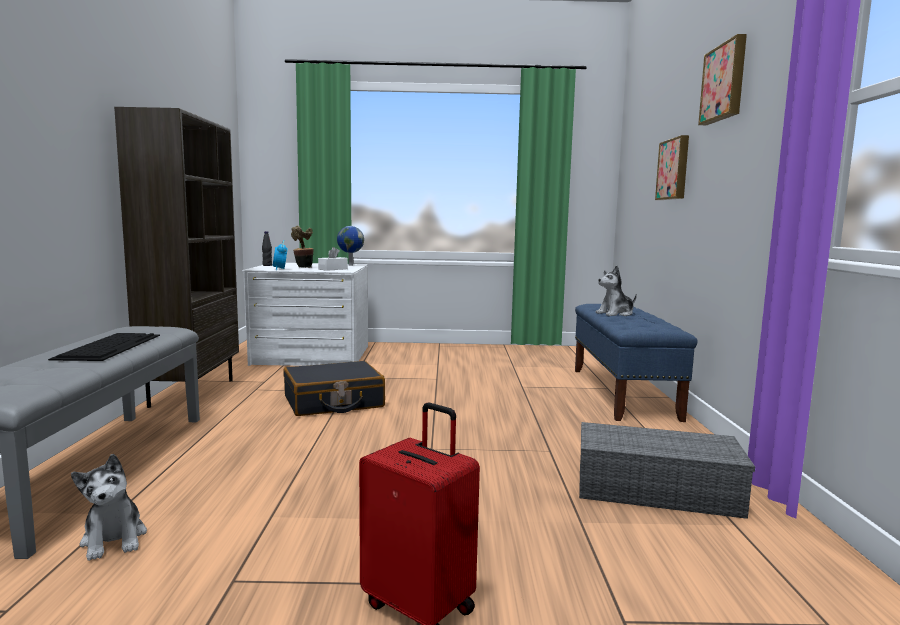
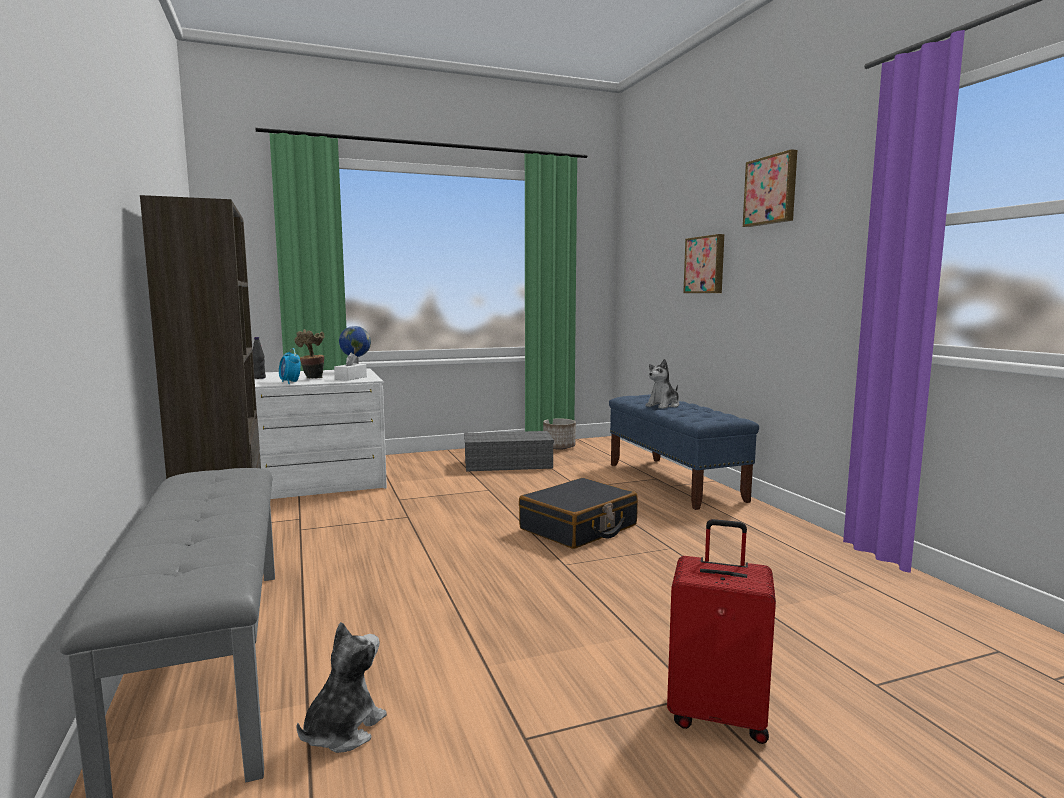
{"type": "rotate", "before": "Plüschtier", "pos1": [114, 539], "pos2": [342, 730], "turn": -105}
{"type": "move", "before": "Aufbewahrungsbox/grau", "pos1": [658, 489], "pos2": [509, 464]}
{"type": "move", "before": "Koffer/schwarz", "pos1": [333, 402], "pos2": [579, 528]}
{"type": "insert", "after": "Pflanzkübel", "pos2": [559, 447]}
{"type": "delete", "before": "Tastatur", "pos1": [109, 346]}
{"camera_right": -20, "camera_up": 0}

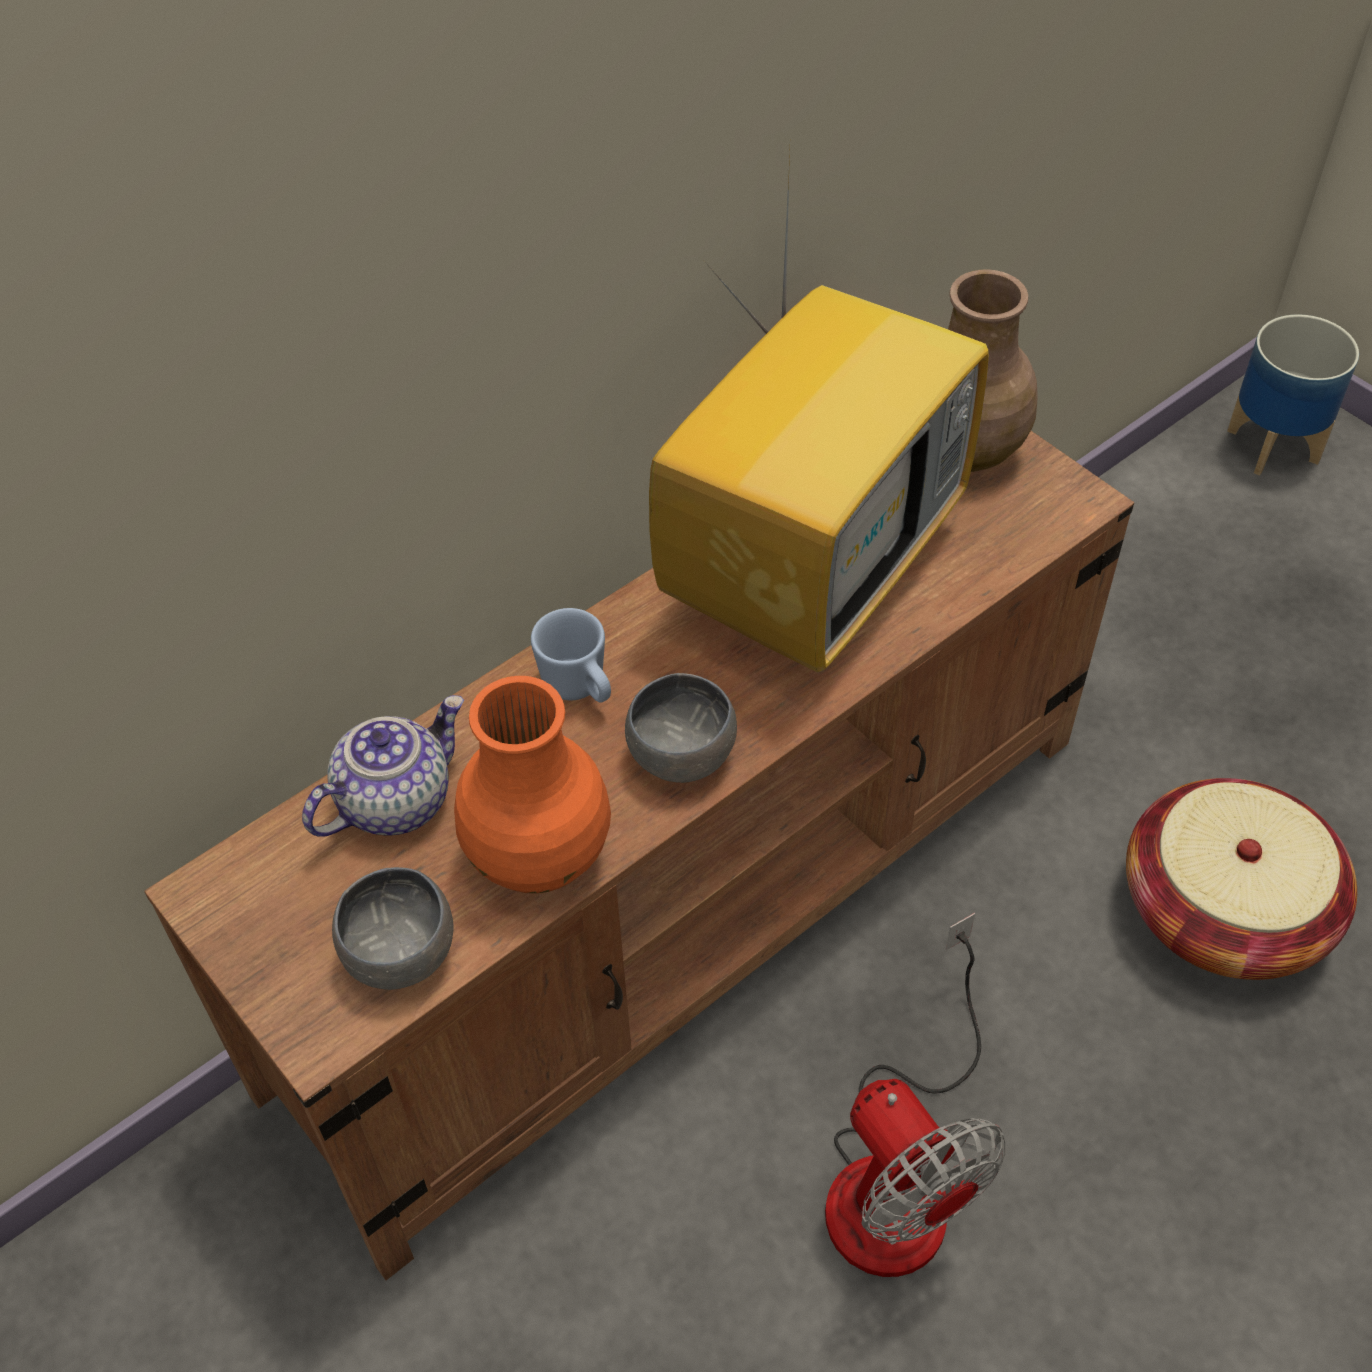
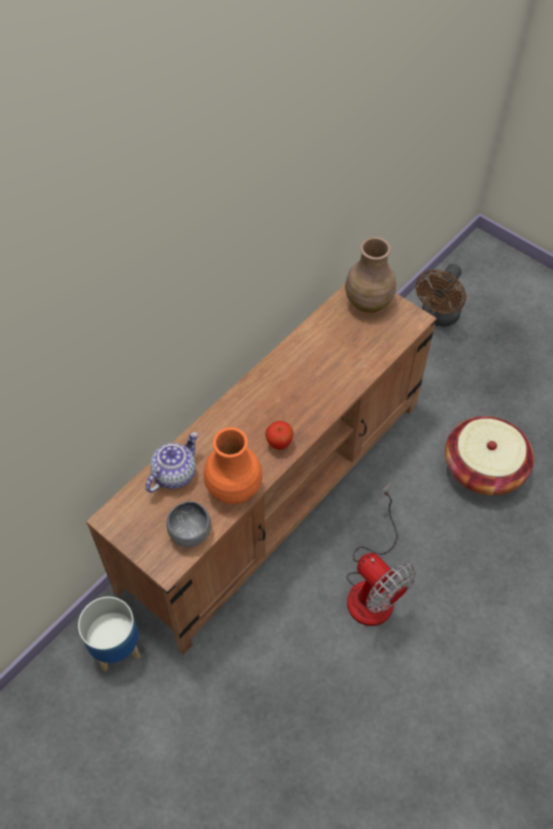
{"type": "move", "before": "Pflanzkübel", "pos1": [1271, 446], "pos2": [116, 648]}
{"type": "replace", "before": "Schüssel/grau", "after": "Apfel", "pos1": [678, 759], "pos2": [279, 444]}
{"type": "insert", "after": "Ventilator/braun", "pos2": [438, 317]}
{"type": "delete", "before": "Henkelbecher/blau", "pos1": [580, 689]}
{"type": "delete", "before": "Fernseher", "pos1": [812, 567]}
{"camera_right": -10, "camera_up": 5}

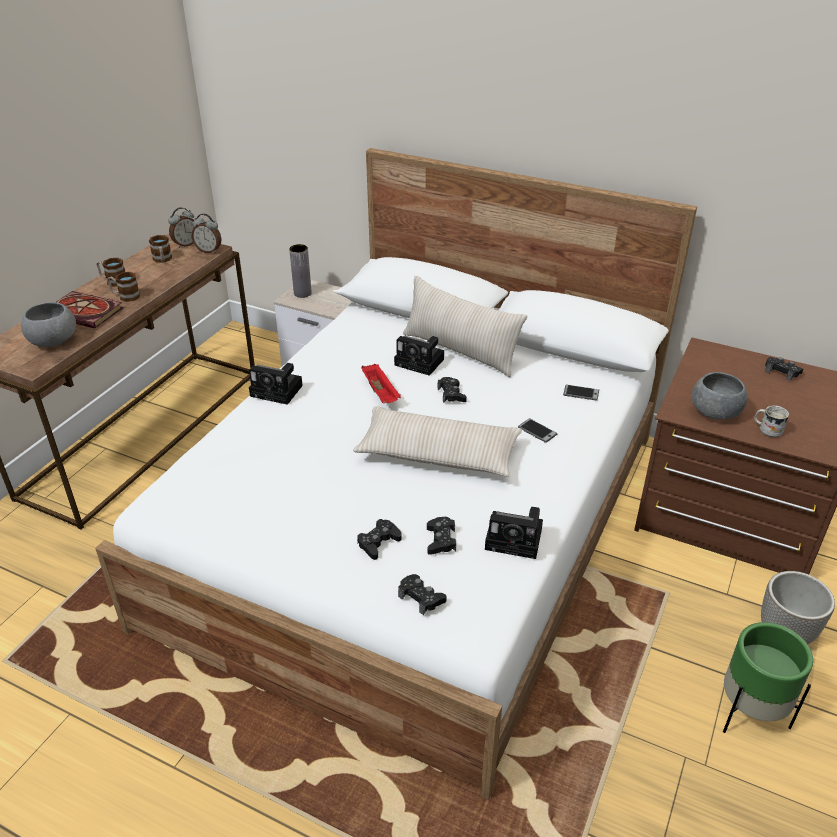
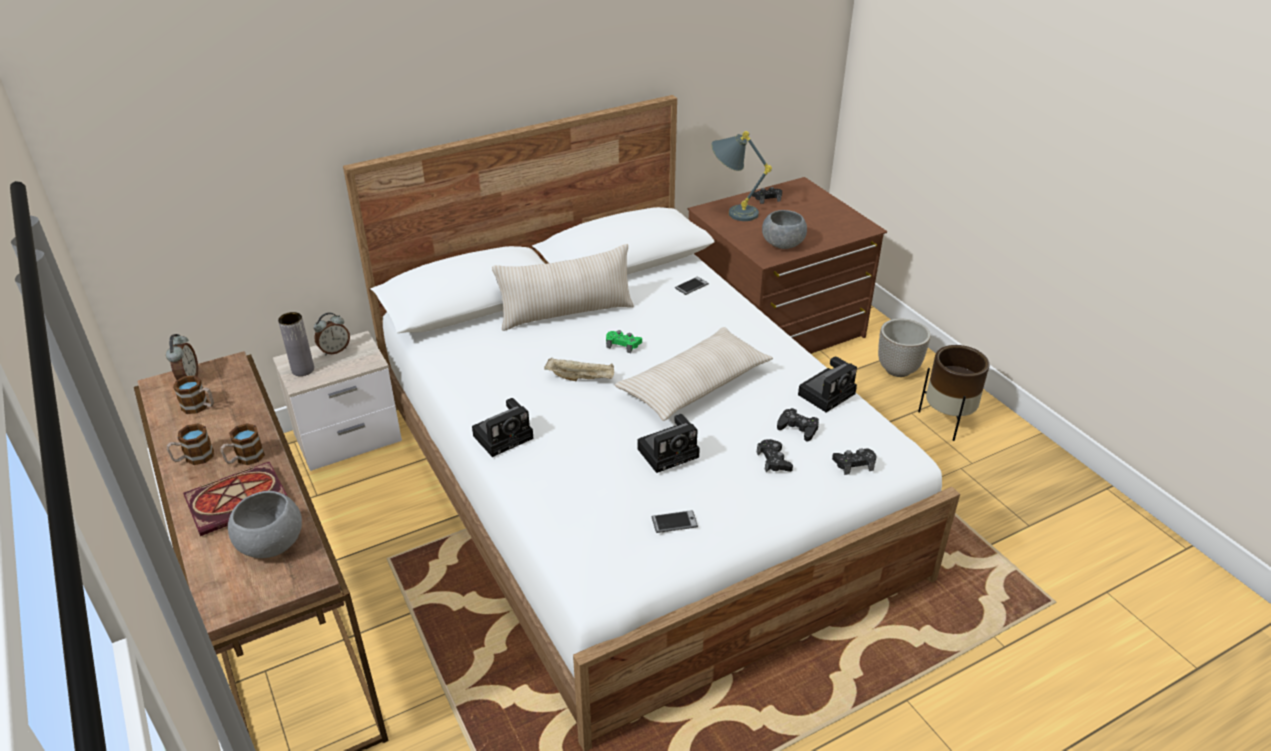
{"type": "move", "before": "Wecker", "pos1": [209, 250], "pos2": [334, 350]}
{"type": "recolor", "before": "Tablett/rot", "after": "Tablett/beige", "pos1": [381, 393], "pos2": [581, 378]}
{"type": "recolor", "before": "Gamepad/schwarz", "after": "Gamepad/grün", "pos1": [451, 394], "pos2": [623, 344]}
{"type": "move", "before": "Kamera", "pos1": [421, 362], "pos2": [670, 452]}
{"type": "move", "before": "Handy", "pos1": [537, 431], "pos2": [674, 522]}
{"type": "insert", "after": "Tischlampe/grau", "pos2": [732, 212]}
{"type": "recolor", "before": "Pflanzkübel/grün", "after": "Pflanzkübel/braun", "pos1": [750, 713], "pos2": [947, 421]}
{"type": "delete", "before": "Henkelbecher/weiß", "pos1": [767, 429]}
{"camera_right": -55, "camera_up": 0}

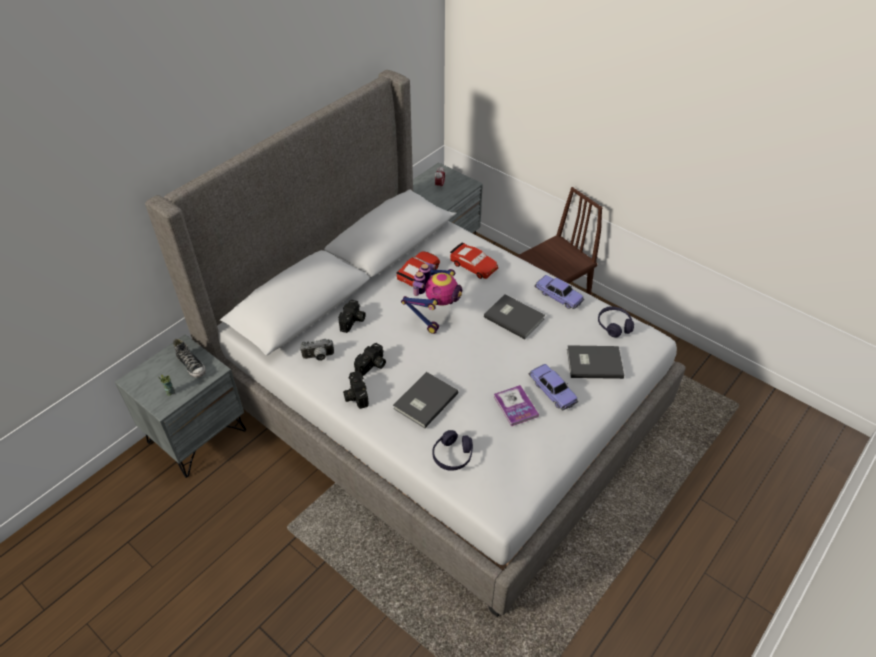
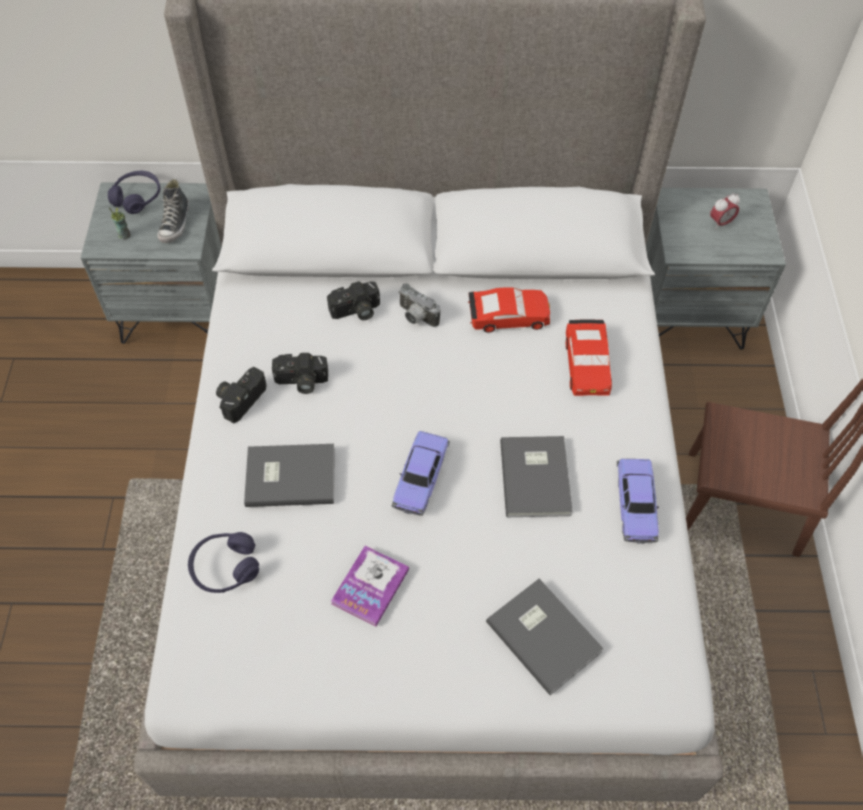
{"type": "move", "before": "Kopfhörer/lila", "pos1": [614, 325], "pos2": [137, 198]}
{"type": "move", "before": "Spielzeugauto", "pos1": [552, 391], "pos2": [420, 478]}
{"type": "move", "before": "Kamera", "pos1": [318, 357], "pos2": [415, 317]}
{"type": "delete", "before": "Spielzeugroboter", "pos1": [434, 313]}
{"camera_right": 50, "camera_up": 10}

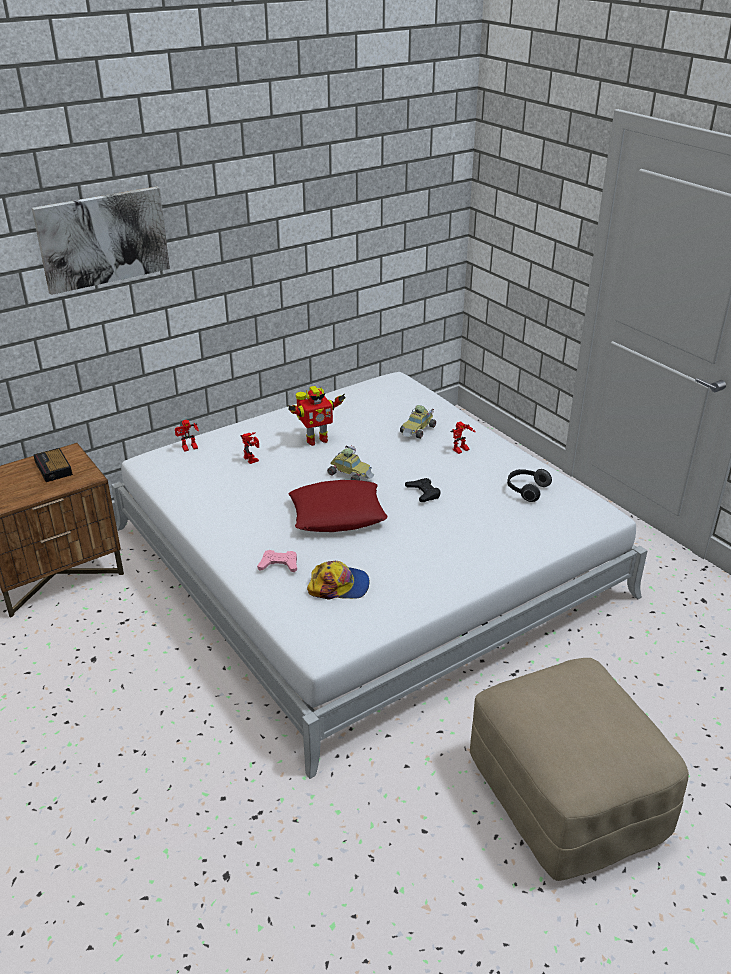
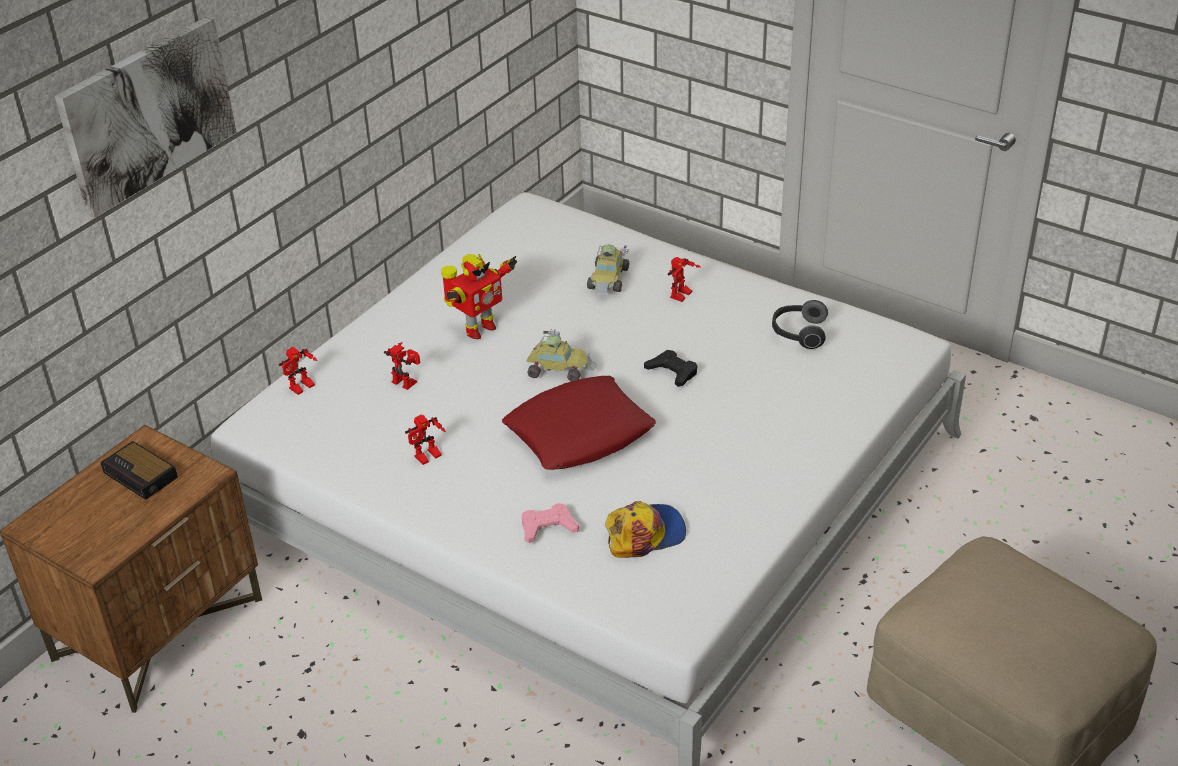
{"type": "insert", "after": "Spielzeugroboter", "pos2": [428, 458]}
{"camera_right": -20, "camera_up": 5}

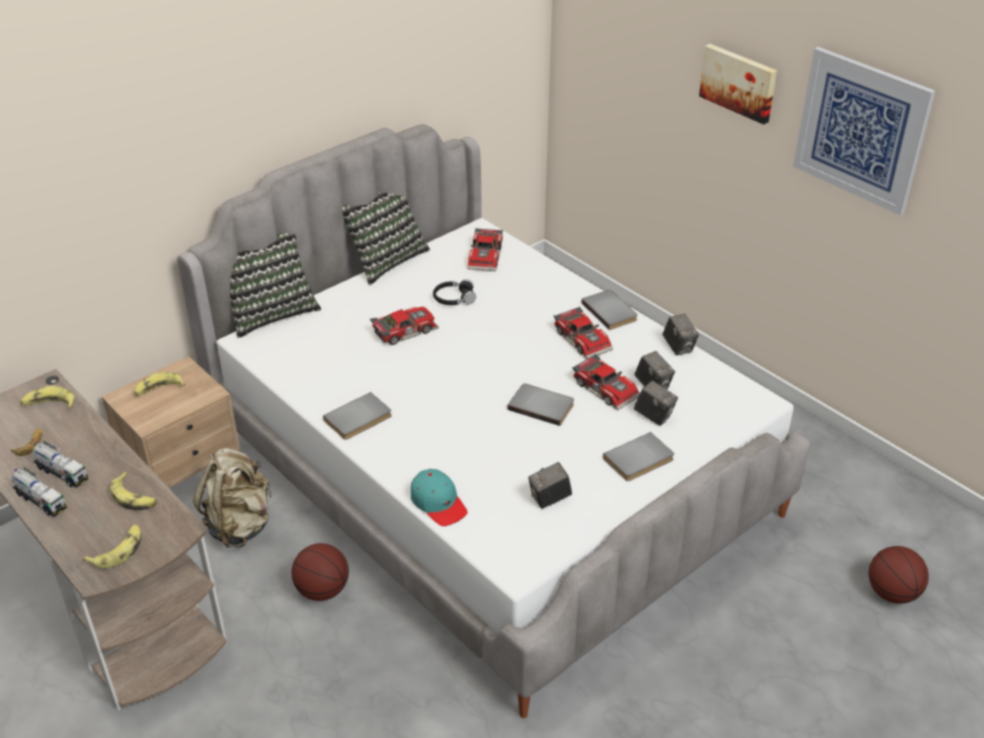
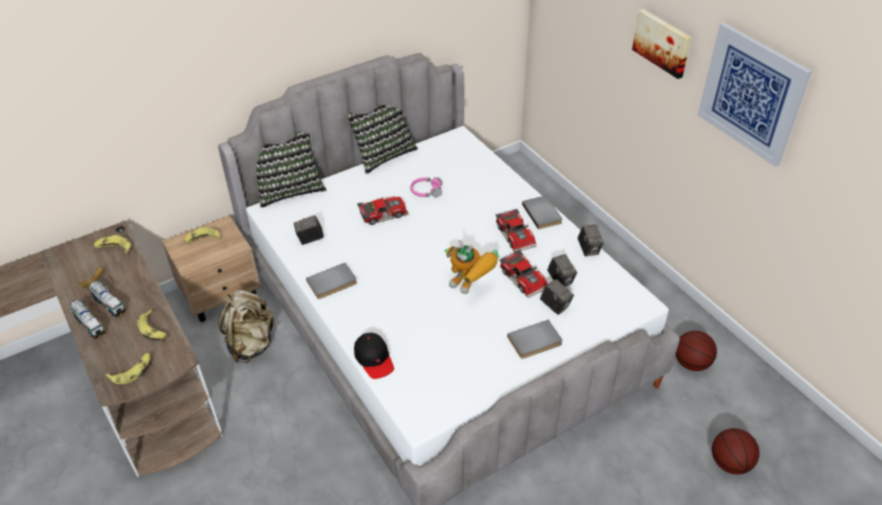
{"type": "move", "before": "Kamera", "pos1": [549, 499], "pos2": [310, 239]}
{"type": "recolor", "before": "Kappe/türkis", "after": "Kappe/schwarz", "pos1": [438, 503], "pos2": [374, 359]}
{"type": "recolor", "before": "Kopfhörer/schwarz", "after": "Kopfhörer/rosa", "pos1": [454, 299], "pos2": [426, 191]}
{"type": "replace", "before": "Buch/grau", "after": "Spielzeugroboter", "pos1": [542, 405], "pos2": [471, 287]}
{"type": "move", "before": "Basketball", "pos1": [322, 590], "pos2": [691, 363]}
{"type": "delete", "before": "Spielzeugauto", "pos1": [487, 256]}
{"camera_right": 10, "camera_up": 5}

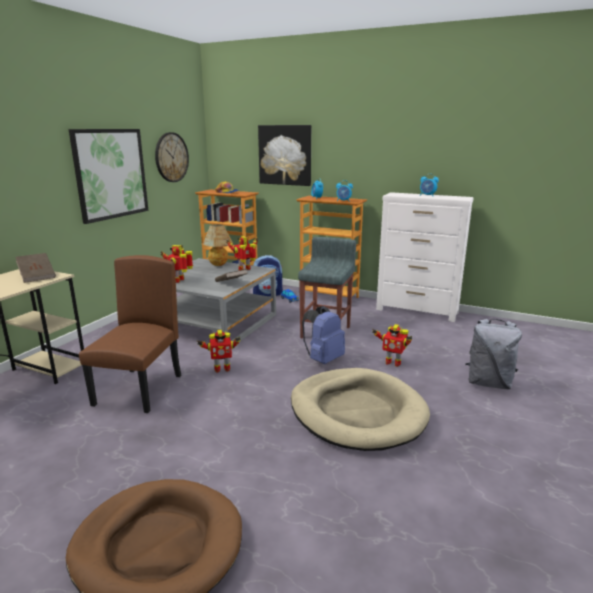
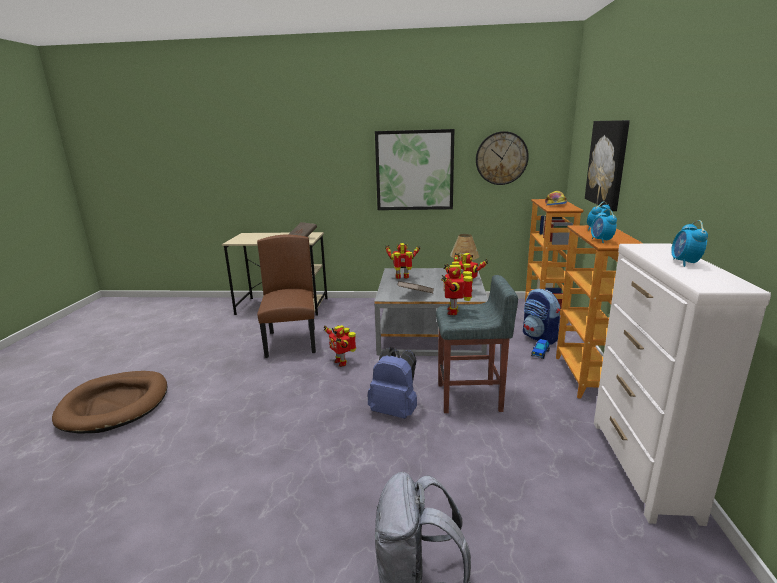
{"type": "rotate", "before": "Stuhl/braun", "pos1": [139, 390], "pos2": [292, 342], "turn": -90}
{"type": "move", "before": "Spielzeugroboter", "pos1": [392, 362], "pos2": [454, 311]}
{"type": "delete", "before": "Hundebett/beige", "pos1": [357, 412]}
{"camera_right": 70, "camera_up": 0}

